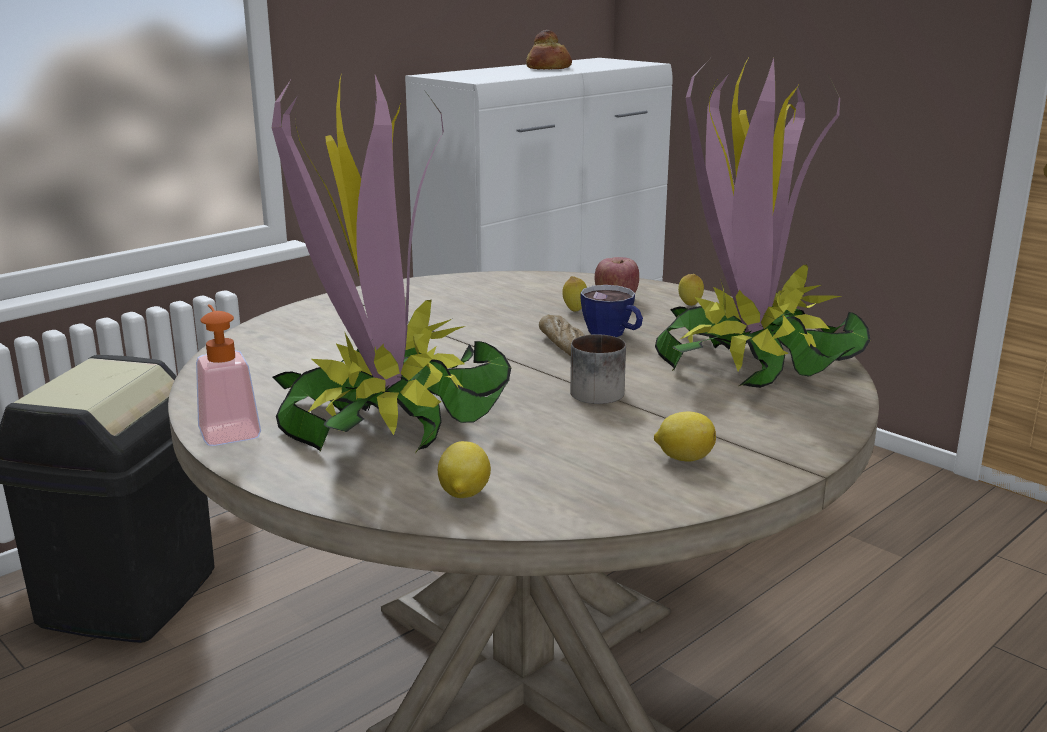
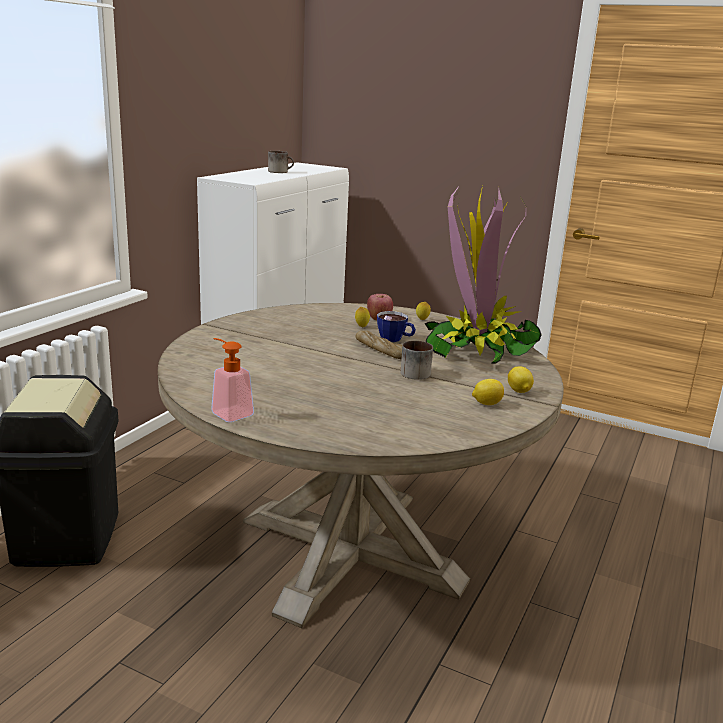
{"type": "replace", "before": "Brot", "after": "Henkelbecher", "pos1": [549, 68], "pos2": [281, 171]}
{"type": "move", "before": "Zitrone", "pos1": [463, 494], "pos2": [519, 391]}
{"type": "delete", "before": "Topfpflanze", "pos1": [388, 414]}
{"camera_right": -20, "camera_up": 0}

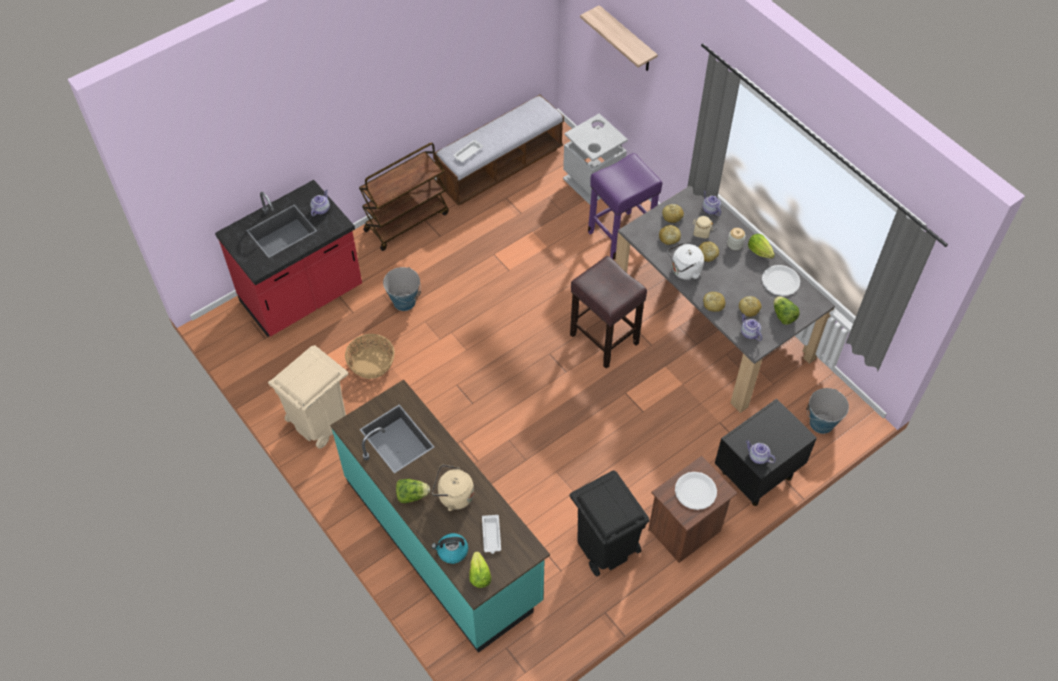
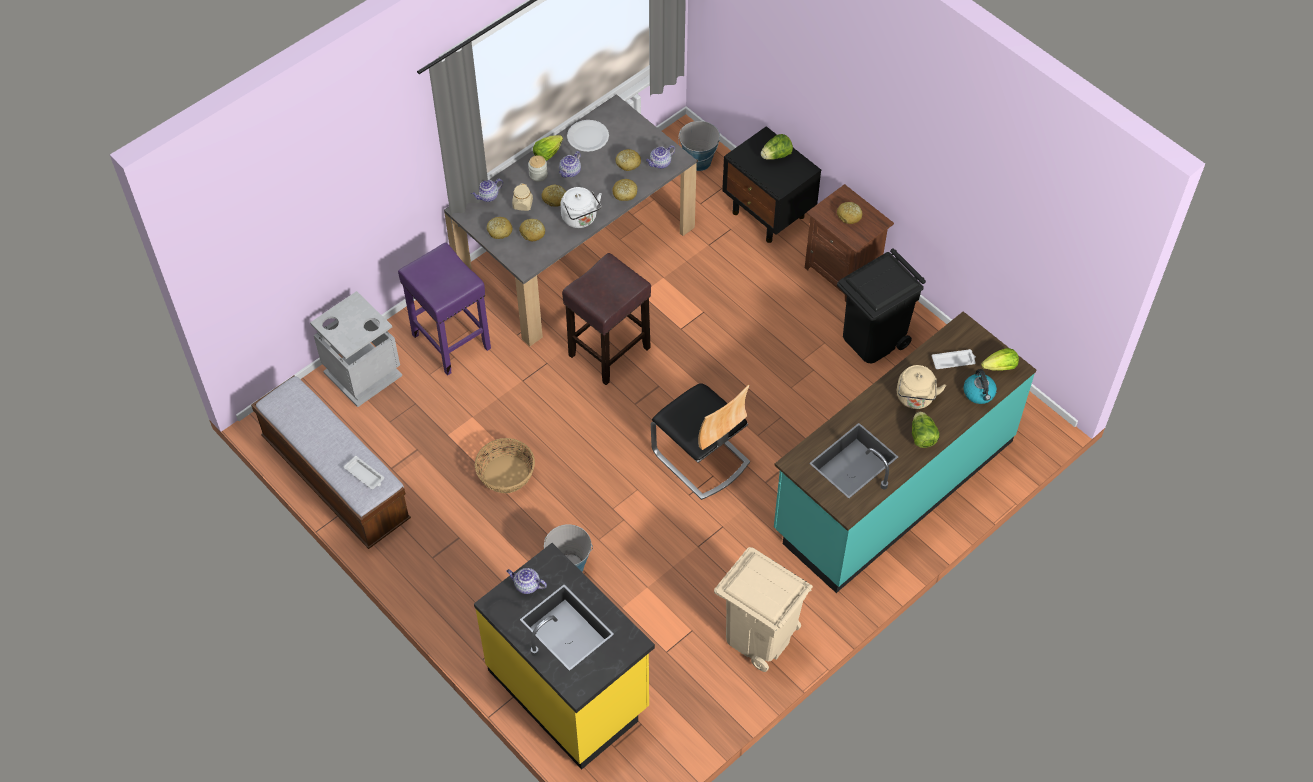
{"type": "recolor", "before": "Küchenzeile/rot", "after": "Küchenzeile/gelb", "pos1": [302, 297], "pos2": [569, 689]}
{"type": "move", "before": "Korb", "pos1": [371, 363], "pos2": [505, 474]}
{"type": "move", "before": "Teekanne", "pos1": [758, 457], "pos2": [570, 172]}
{"type": "insert", "after": "Stuhl", "pos2": [700, 458]}
{"type": "move", "before": "Salatkopf", "pos1": [783, 316], "pos2": [776, 155]}
{"type": "replace", "before": "Teller/weiß", "after": "Brot", "pos1": [695, 491], "pos2": [849, 216]}
{"type": "delete", "before": "Rollwagen/braun", "pos1": [407, 221]}
{"type": "delete", "before": "Wandregal", "pos1": [627, 40]}
{"camera_right": -95, "camera_up": 0}

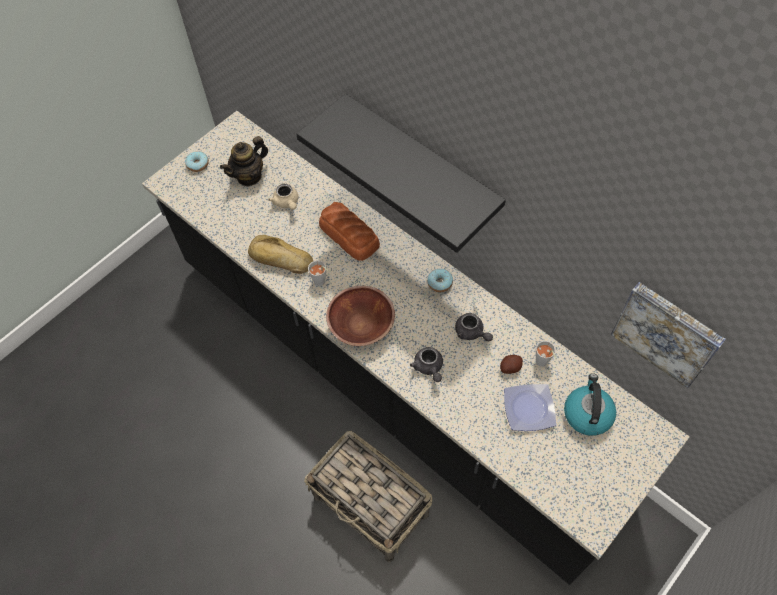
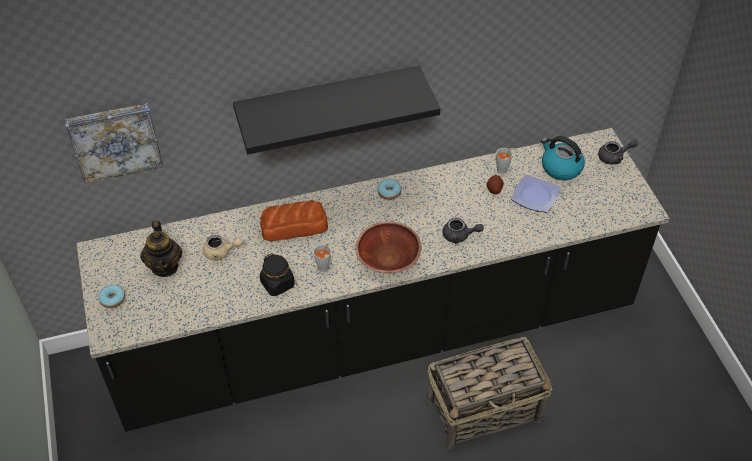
{"type": "move", "before": "Bild", "pos1": [667, 332], "pos2": [115, 140]}
{"type": "replace", "before": "Brot", "after": "Vorratsglas/schwarz", "pos1": [280, 259], "pos2": [277, 284]}
{"type": "move", "before": "Teekanne/grau", "pos1": [471, 333], "pos2": [614, 157]}
{"camera_right": -60, "camera_up": -10}

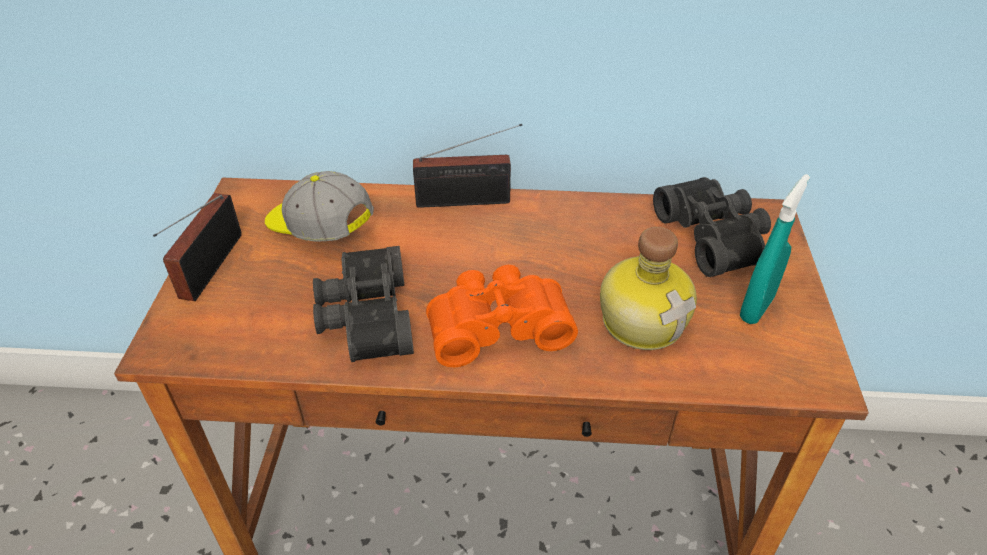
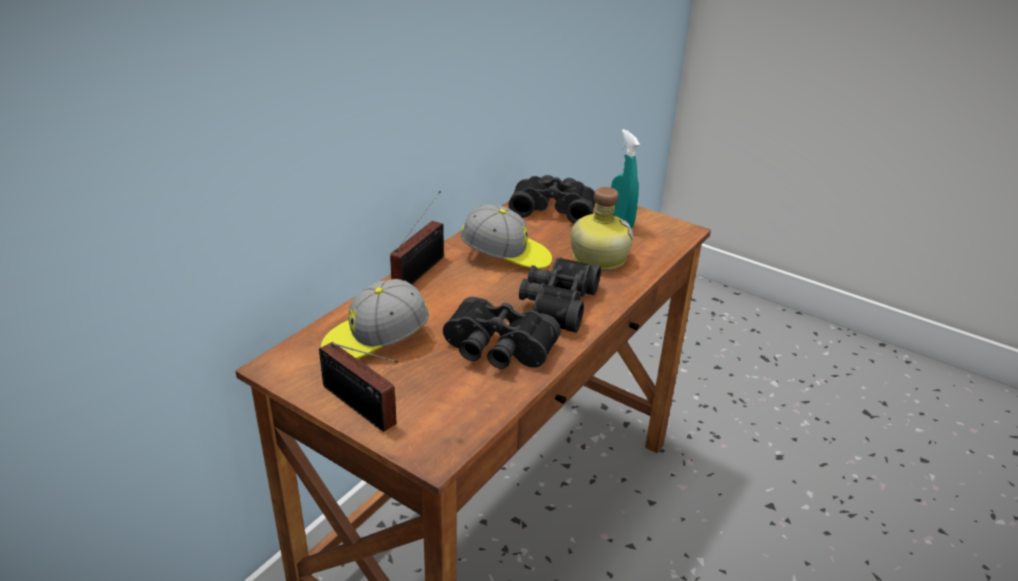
{"type": "insert", "after": "Kappe", "pos2": [506, 256]}
{"type": "recolor", "before": "Fernglas/orange", "after": "Fernglas/schwarz", "pos1": [497, 326], "pos2": [556, 304]}
{"camera_right": -60, "camera_up": -10}

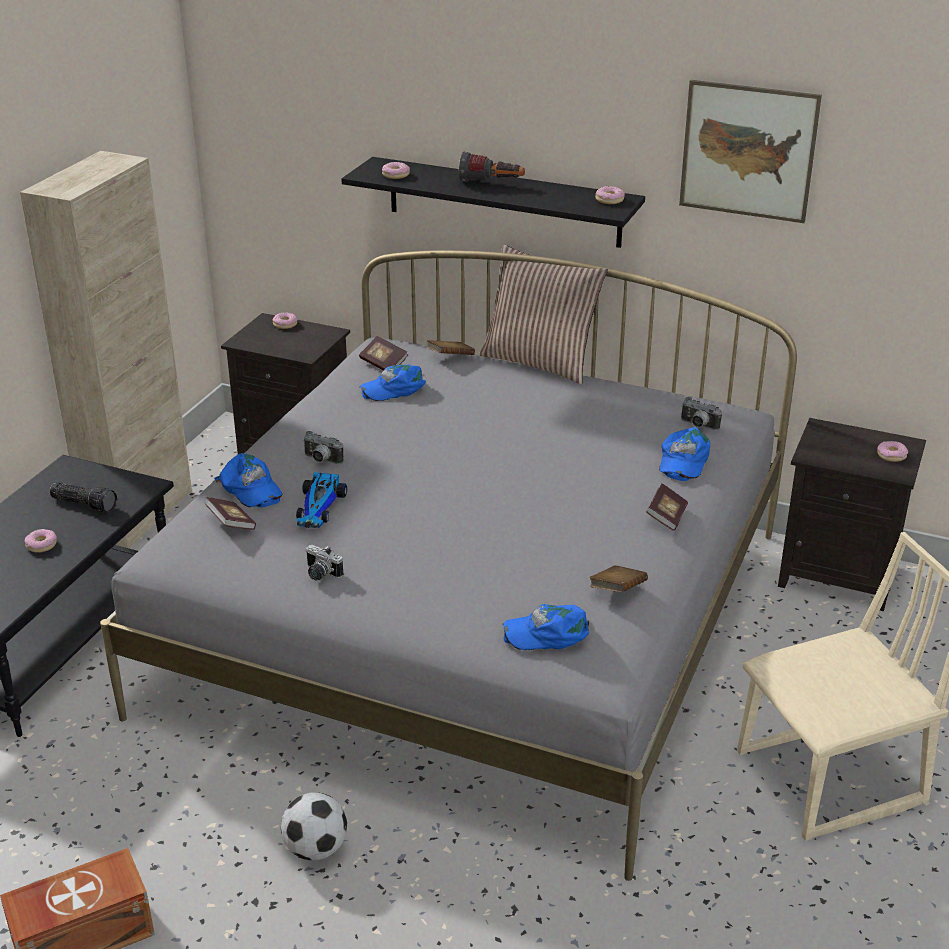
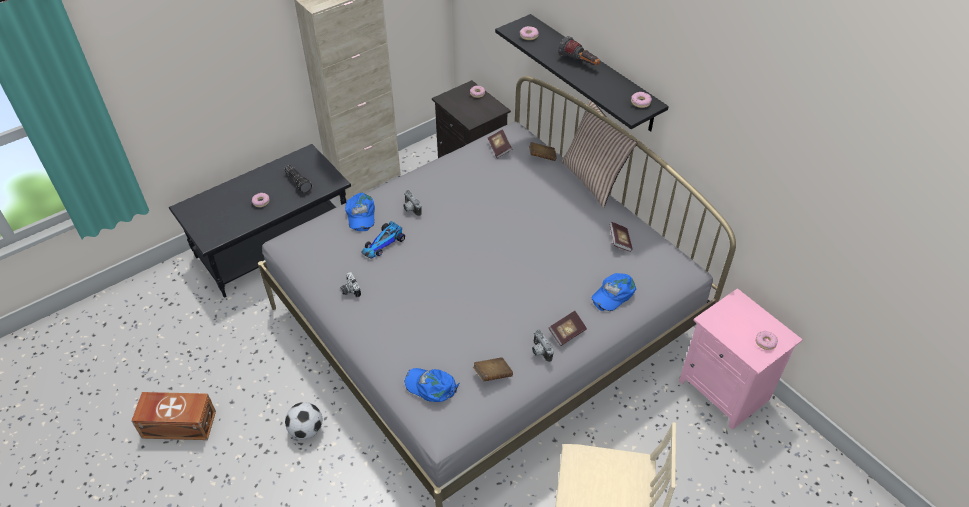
{"type": "move", "before": "Kamera", "pos1": [698, 426], "pos2": [539, 352]}
{"type": "move", "before": "Buch", "pos1": [231, 523], "pos2": [620, 241]}
{"type": "recolor", "before": "Nachttisch/schwarz", "after": "Nachttisch/rosa", "pos1": [839, 575], "pos2": [725, 390]}
{"type": "delete", "before": "Kappe/blau", "pos1": [394, 388]}
{"type": "delete", "before": "Bild", "pos1": [748, 151]}
{"camera_right": 30, "camera_up": 15}

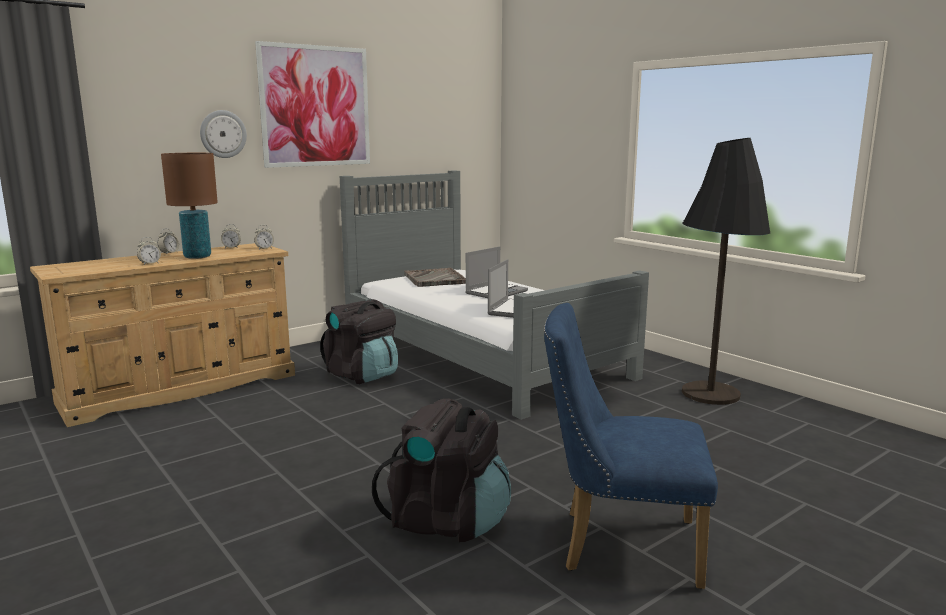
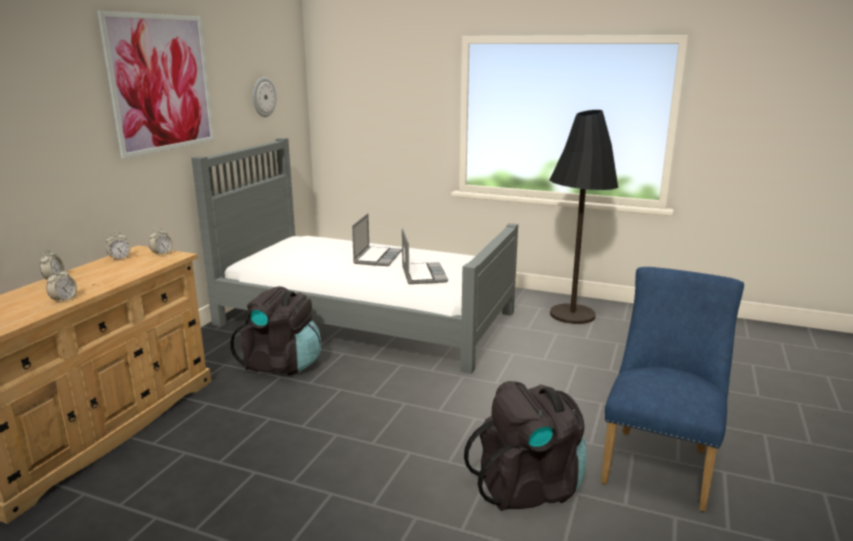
{"type": "move", "before": "Wanduhr", "pos1": [223, 134], "pos2": [263, 97]}
{"type": "rotate", "before": "Stuhl/blau", "pos1": [618, 545], "pos2": [659, 462], "turn": 135}
{"type": "delete", "before": "Tischlampe/braun", "pos1": [197, 257]}
{"type": "delete", "before": "Tablett/grau", "pos1": [434, 279]}
{"camera_right": -30, "camera_up": 5}

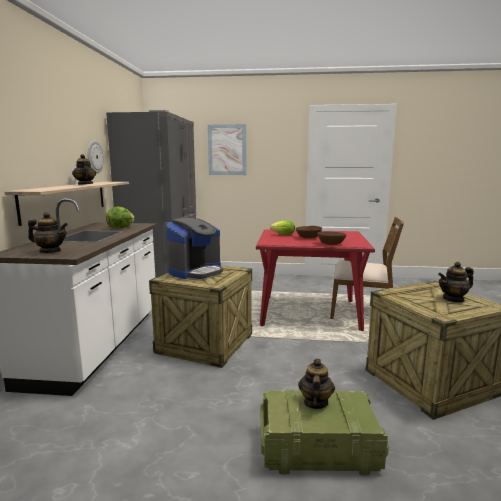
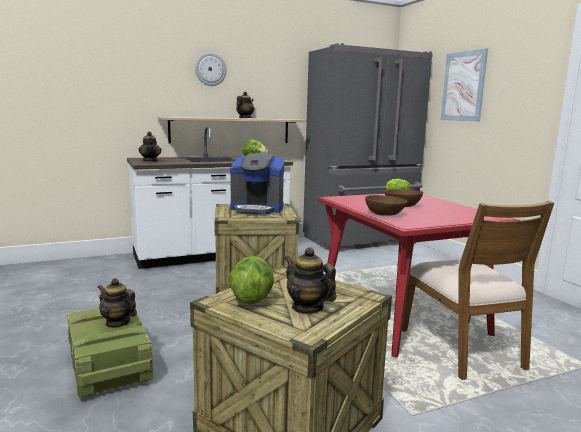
{"type": "rotate", "before": "Teekanne", "pos1": [315, 402], "pos2": [117, 322], "turn": -135}
{"type": "move", "before": "Wanduhr", "pos1": [94, 157], "pos2": [210, 69]}
{"type": "insert", "after": "Salatkopf", "pos2": [251, 299]}
{"camera_right": 60, "camera_up": 0}

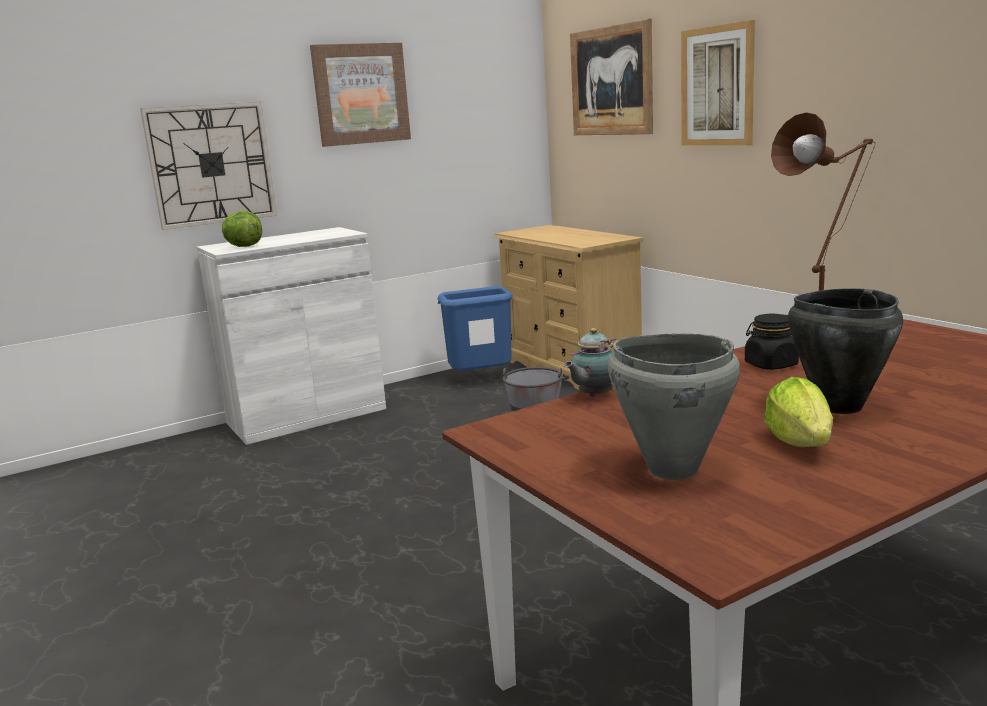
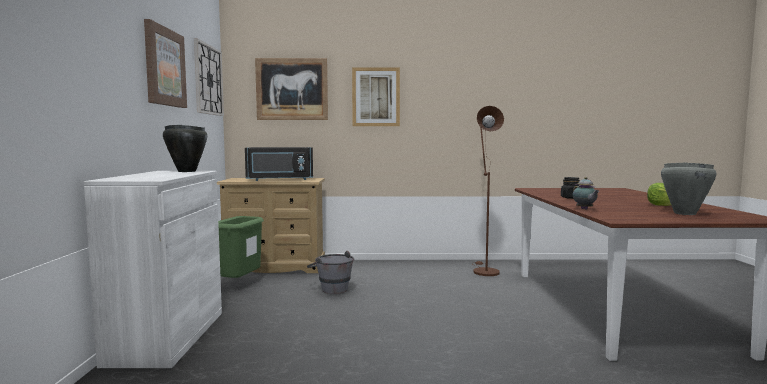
{"type": "move", "before": "Kochtopf/schwarz", "pos1": [838, 406], "pos2": [186, 171]}
{"type": "move", "before": "Wanduhr", "pos1": [211, 164], "pos2": [208, 80]}
{"type": "recolor", "before": "Mülleimer/blau", "after": "Mülleimer/grün", "pos1": [481, 380], "pos2": [239, 284]}
{"type": "insert", "after": "Mikrowelle/schwarz", "pos2": [279, 180]}
{"type": "delete", "before": "Salatkopf", "pos1": [243, 246]}
{"camera_right": -60, "camera_up": -10}

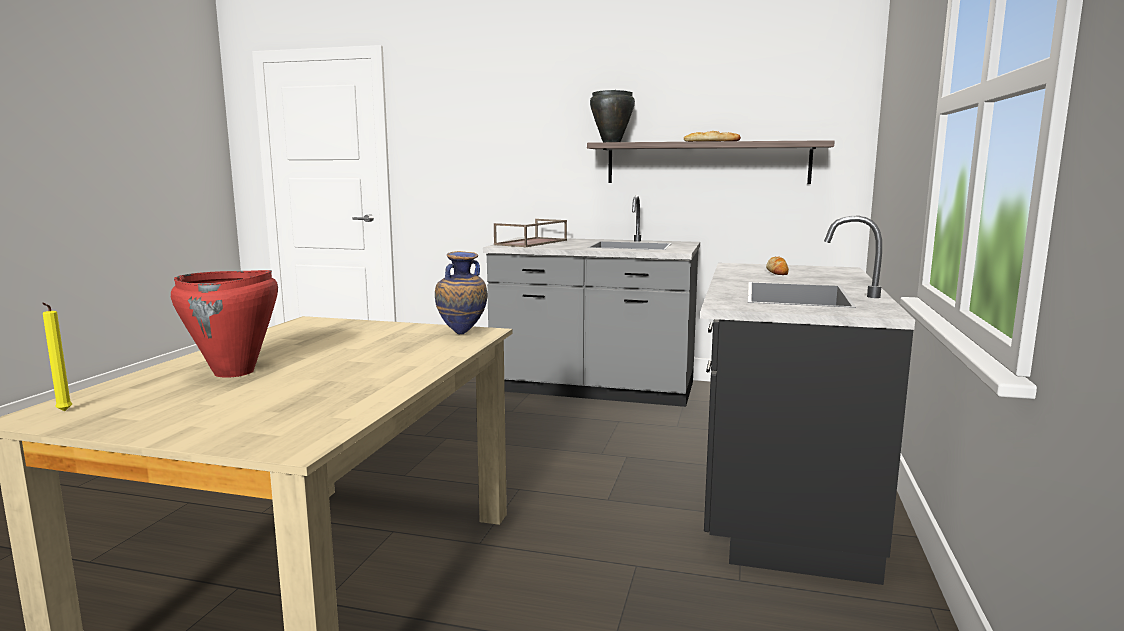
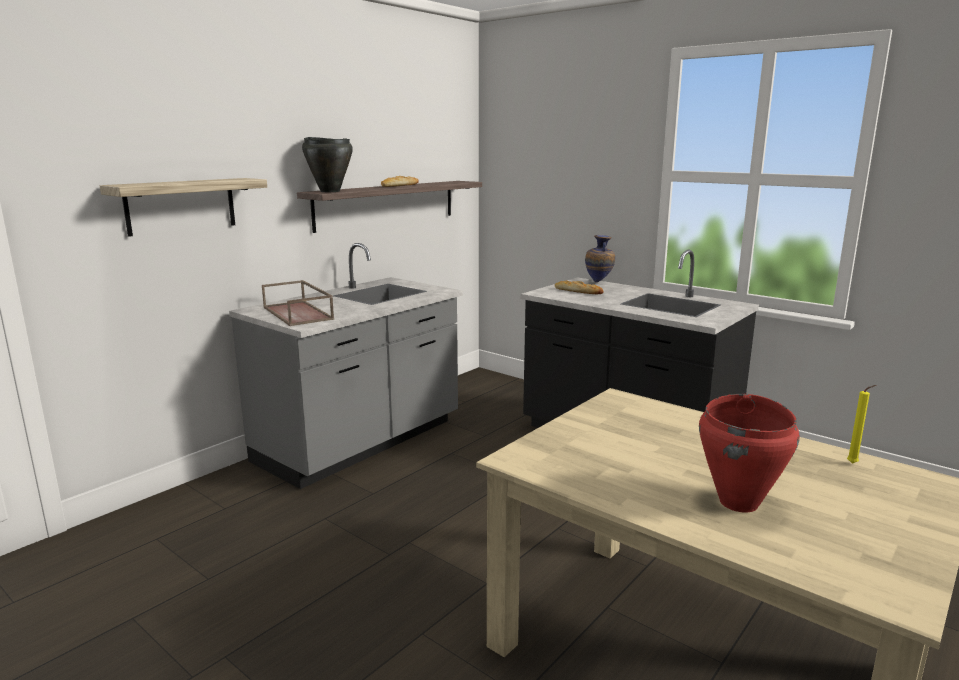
{"type": "insert", "after": "Wandregal", "pos2": [181, 206]}
{"type": "move", "before": "Vase", "pos1": [462, 335], "pos2": [599, 282]}
{"type": "move", "before": "Kerze/gelb", "pos1": [63, 412], "pos2": [854, 463]}
{"camera_right": -65, "camera_up": 5}

